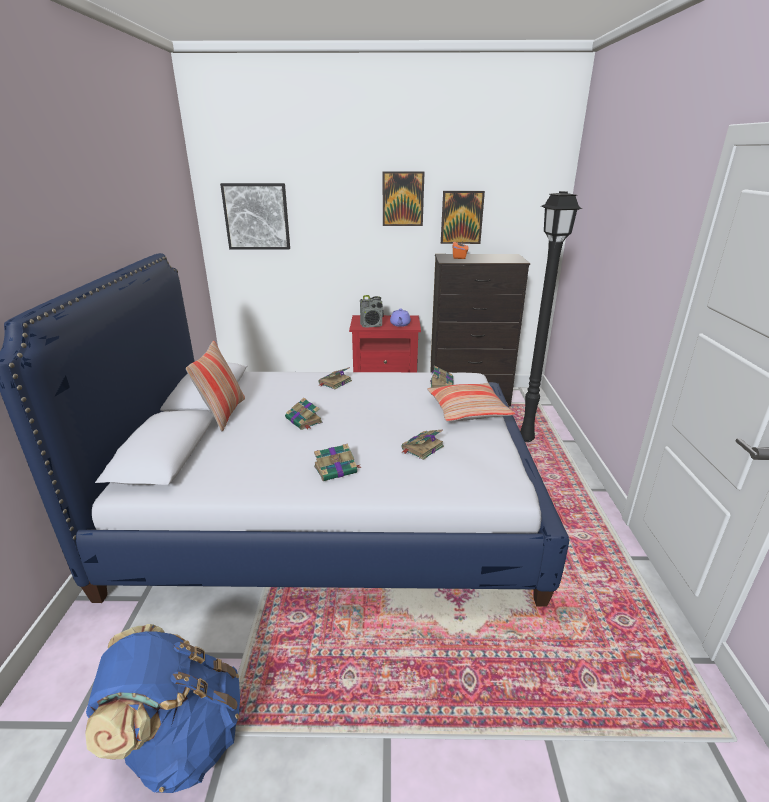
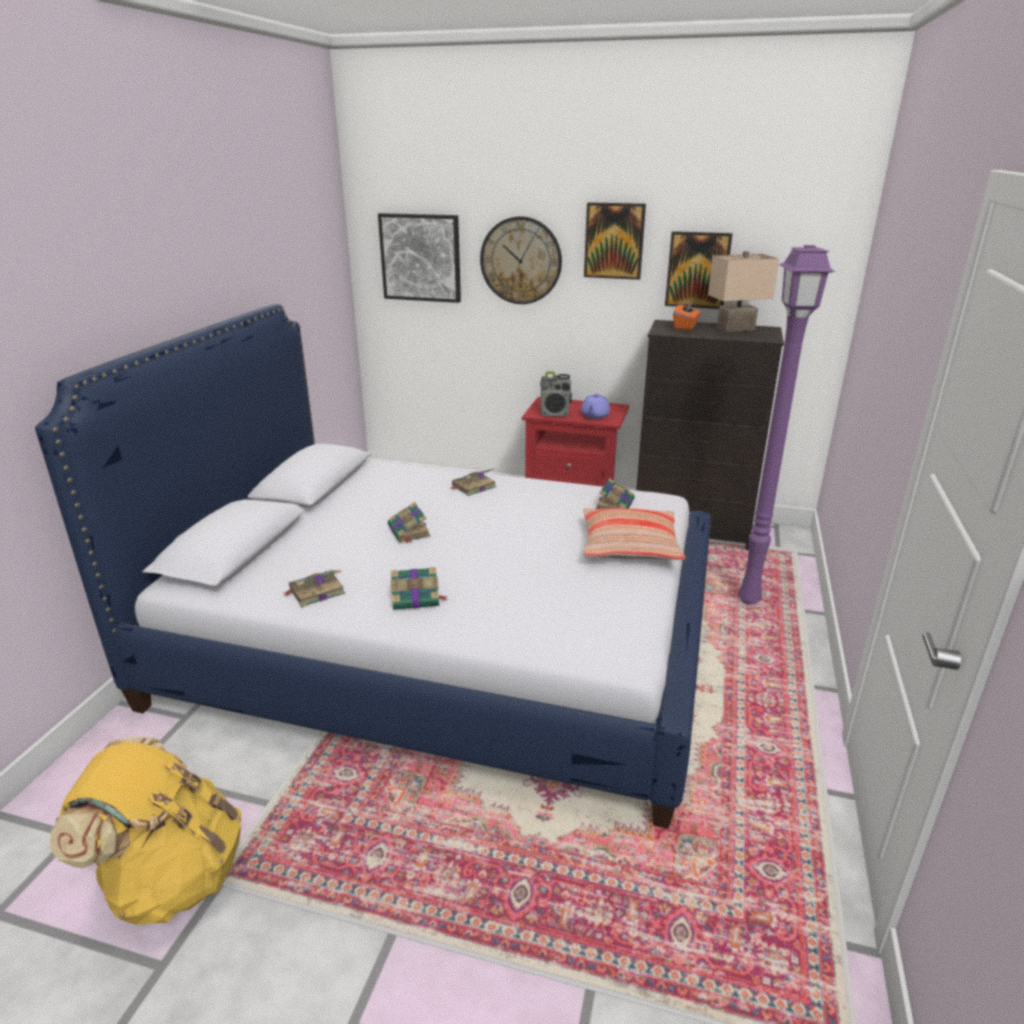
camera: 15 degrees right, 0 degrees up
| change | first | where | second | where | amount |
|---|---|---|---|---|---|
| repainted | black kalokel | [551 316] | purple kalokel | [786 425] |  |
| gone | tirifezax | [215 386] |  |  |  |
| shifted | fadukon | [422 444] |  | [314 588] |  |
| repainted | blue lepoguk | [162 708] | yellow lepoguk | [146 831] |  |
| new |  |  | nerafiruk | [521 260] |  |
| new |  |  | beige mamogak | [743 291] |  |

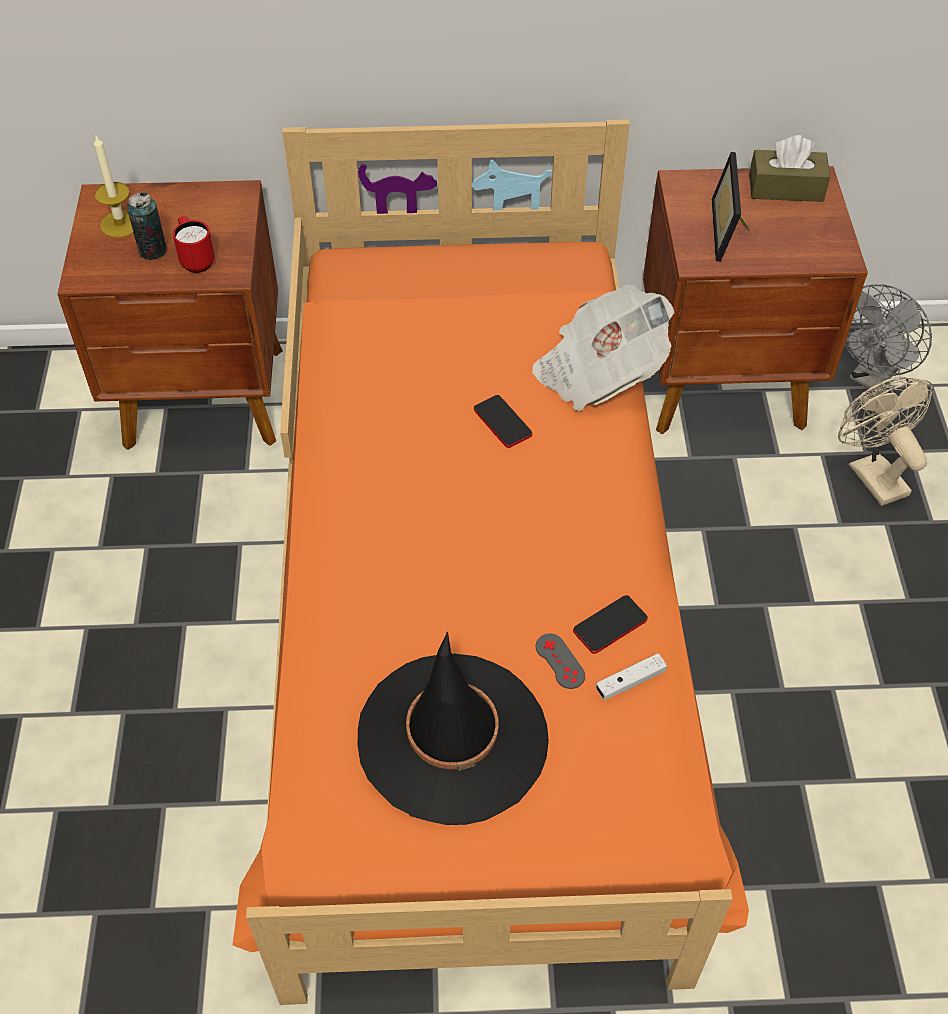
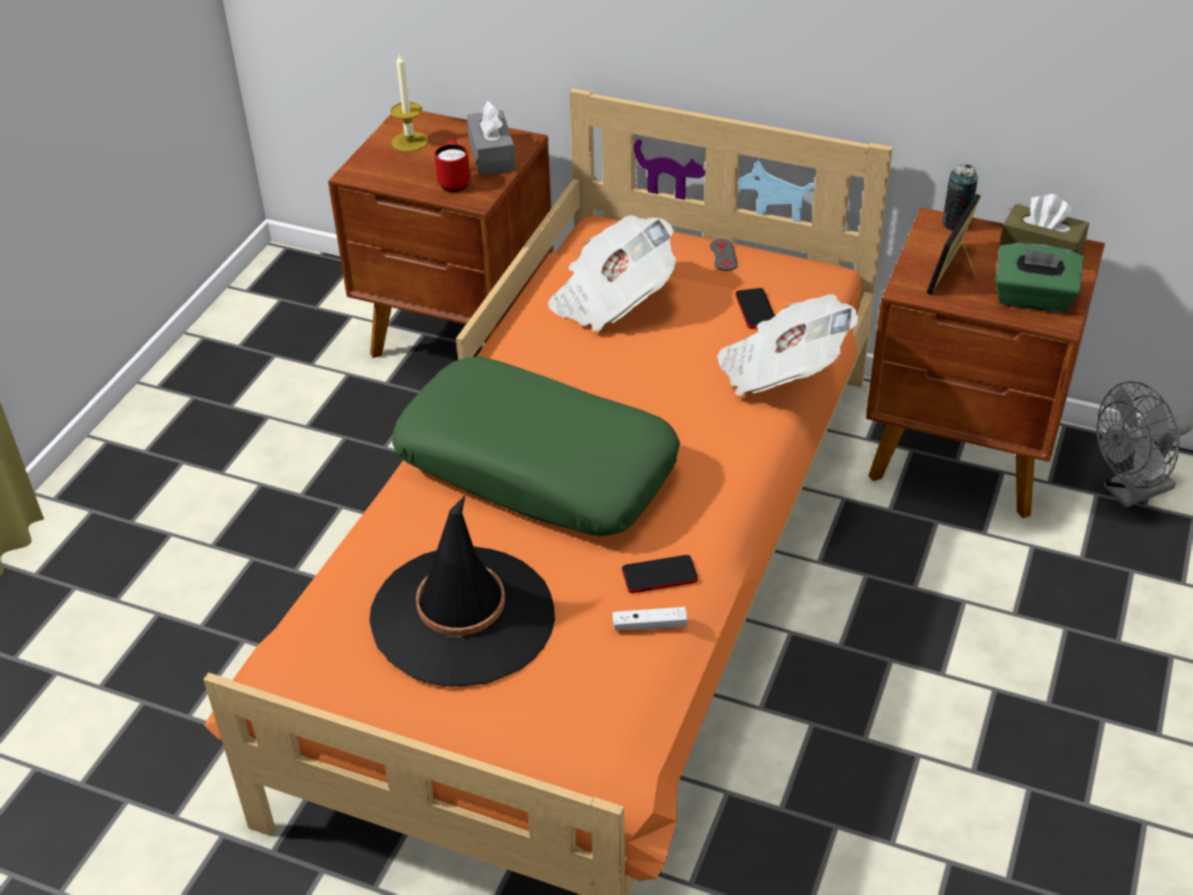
camera: 25 degrees right, 10 degrees down
| change | first | where | second | where | amount |
|---|---|---|---|---|---|
| shifted | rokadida | [147 226] |  | [960 197] |  |
| gone | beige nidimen | [885 441] |  |  |  |
| shifted | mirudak | [503 421] |  | [755 308] |  |
| shifted | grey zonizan | [560 661] |  | [724 255] |  |
| new |  |  | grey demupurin | [491 138] |  |
| new |  |  | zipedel | [612 273] |  |
| new |  |  | green demupurin | [1040 278] |  |
| new |  |  | green tirifezax | [536 446] |  |

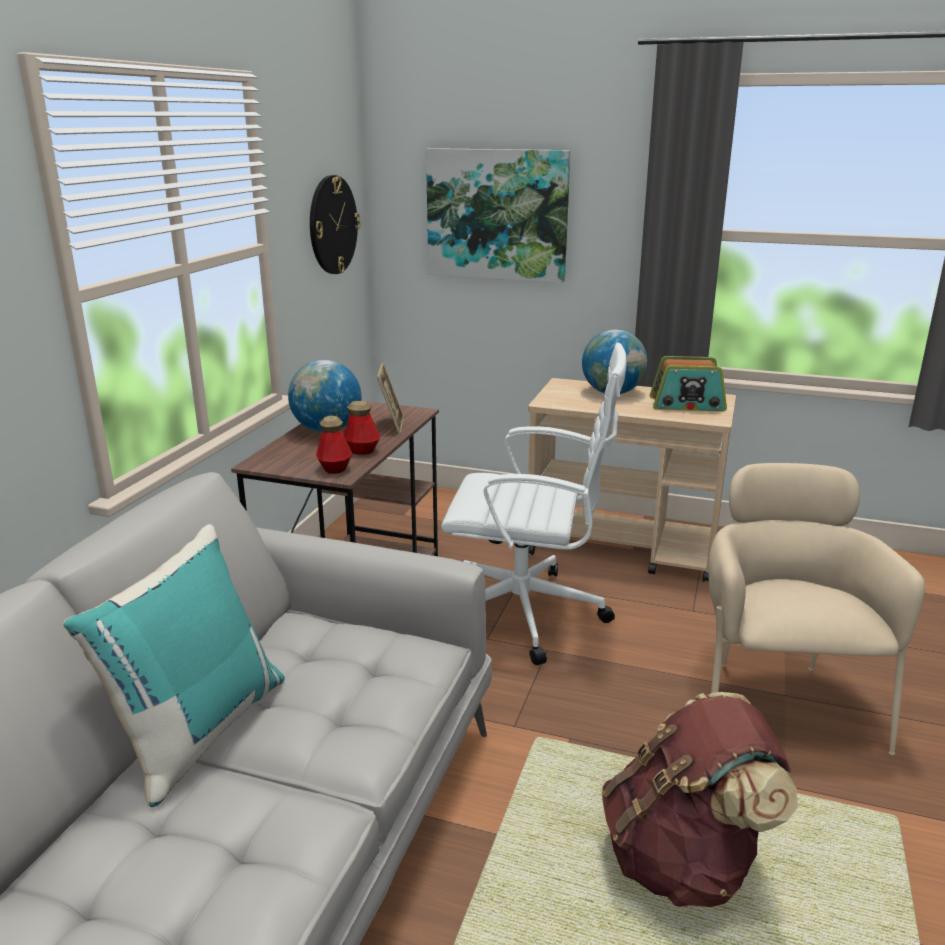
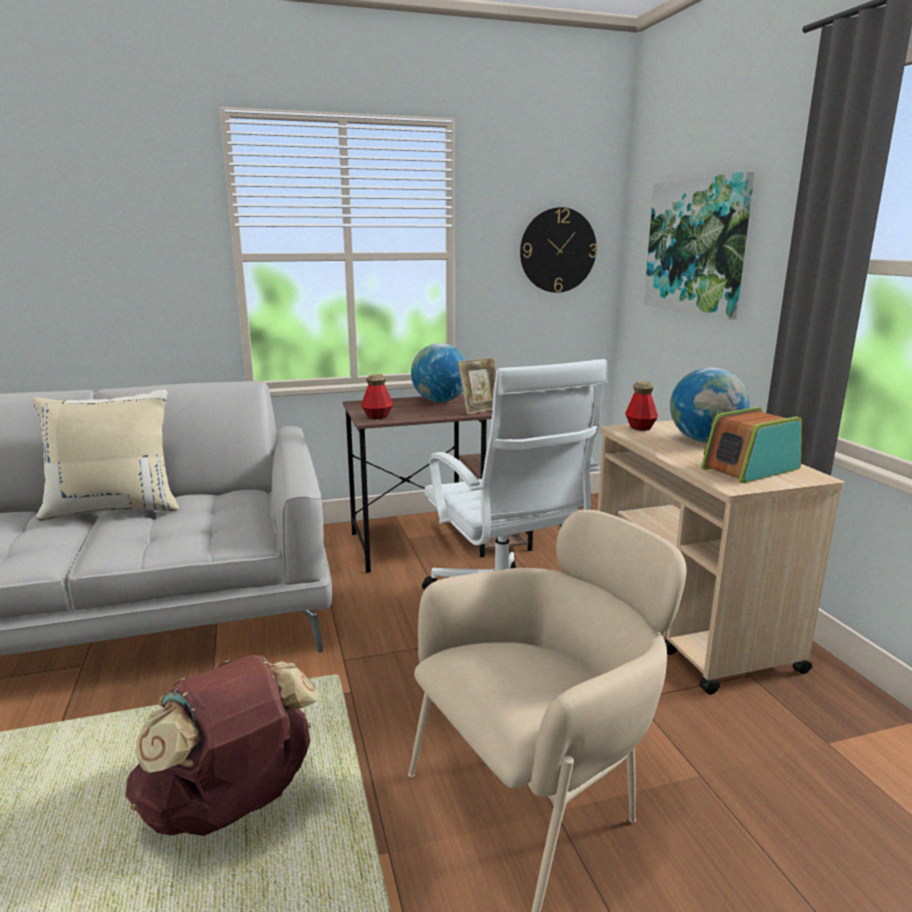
camera: 55 degrees right, 5 degrees down
| change | first | where | second | where | amount |
|---|---|---|---|---|---|
| rotated | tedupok | [688 384] |  | [751 445] | 90 degrees clockwise |
| shifted | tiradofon | [362 428] |  | [641 406] |  |
| repainted | turquoise tirifezax | [174 665] | beige tirifezax | [105 455] |  |

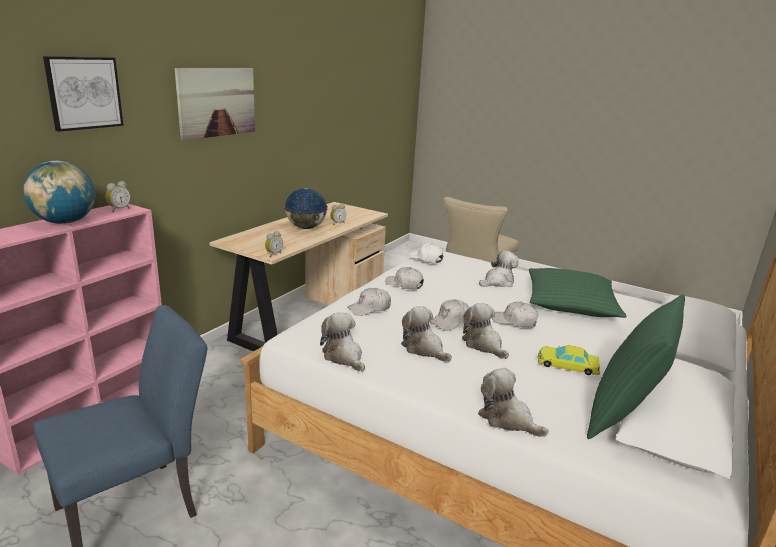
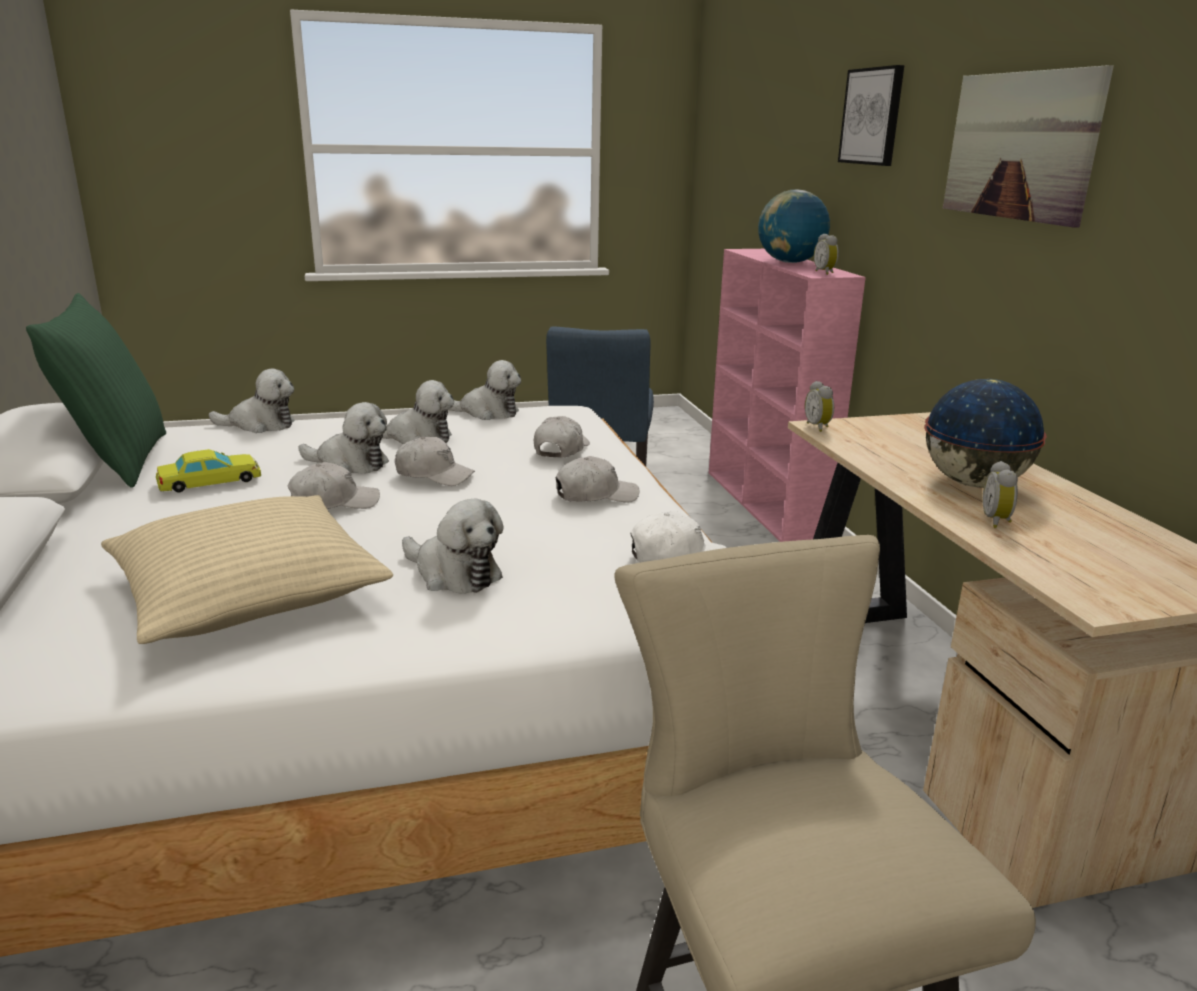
camera: 135 degrees right, 0 degrees up
| change | first | where | second | where | amount |
|---|---|---|---|---|---|
| rotated | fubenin | [499 268] |  | [453 546] | 60 degrees counterclockwise |
| repainted | green tirifezax | [578 293] | beige tirifezax | [247 569] |  |
| rotated | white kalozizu | [449 315] |  | [435 461] | 105 degrees clockwise |

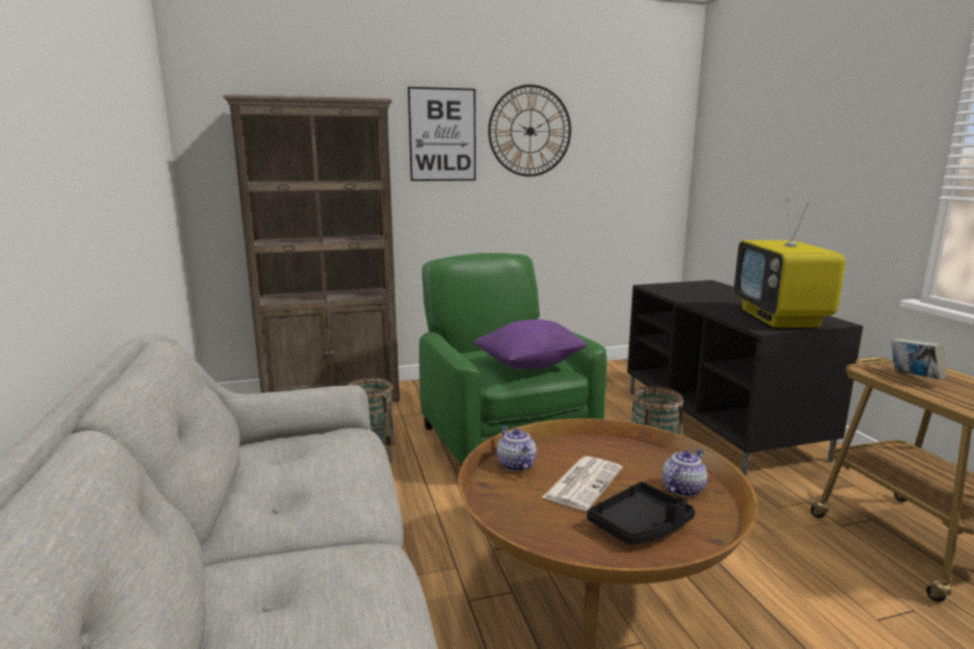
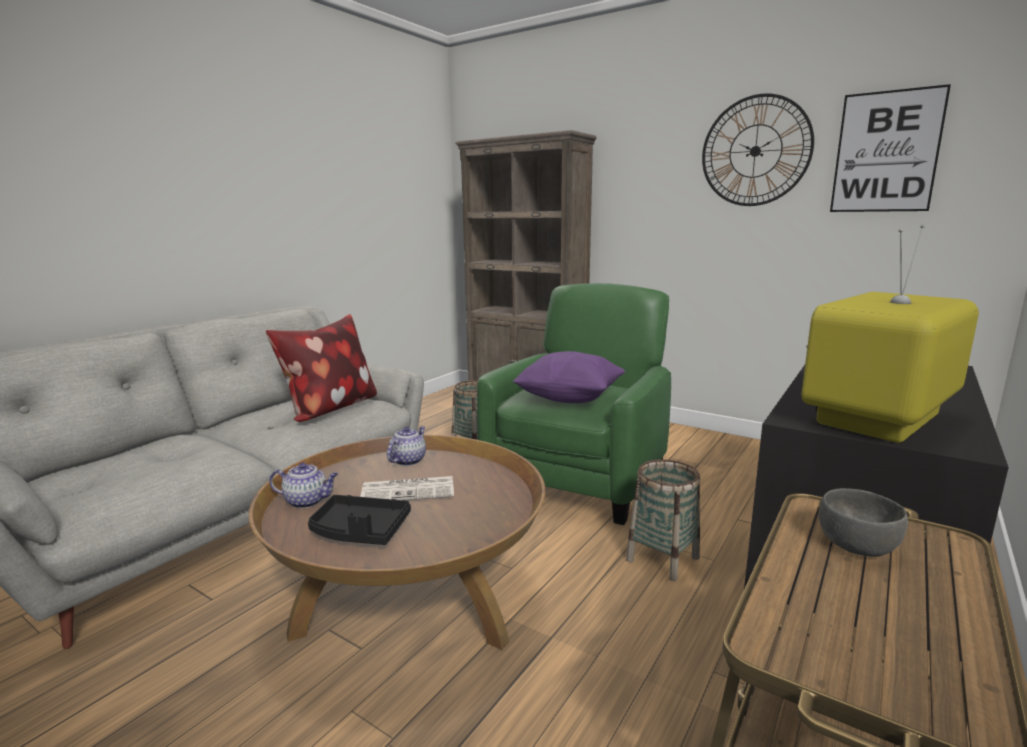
camera: 50 degrees right, 0 degrees up
| change | first | where | second | where | amount |
|---|---|---|---|---|---|
| shifted | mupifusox | [442 134] |  | [890 148] |  |
| swapped | fadukon | [919 359] | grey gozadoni | [863 522] |  |
| shifted | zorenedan | [684 473] |  | [303 485] |  |
| new |  |  | tirifezax | [321 368] |  |

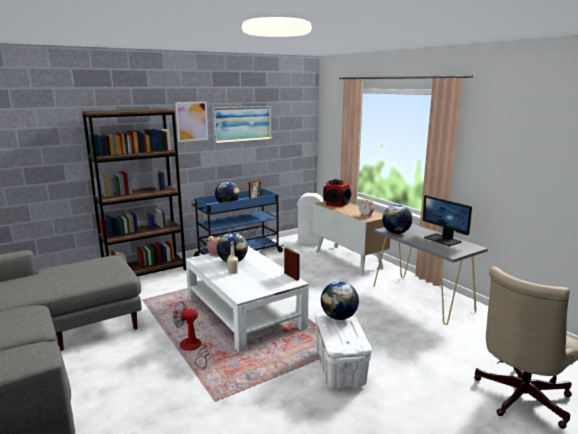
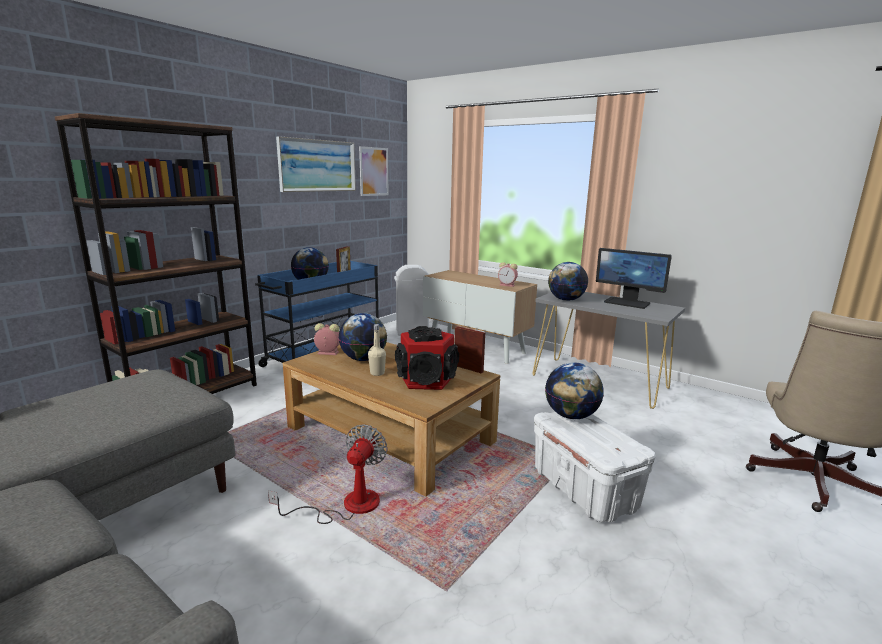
camera: 20 degrees left, 0 degrees up
| change | first | where | second | where | amount |
|---|---|---|---|---|---|
| shifted | mupifusox | [191 121] |  | [373 171] |  |
| shifted | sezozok | [337 193] |  | [427 358] |  |
| repainted | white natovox | [247 299] | brown natovox | [391 419] |  |
| rotated | nidimen | [192 334] |  | [328 474] | 120 degrees clockwise |

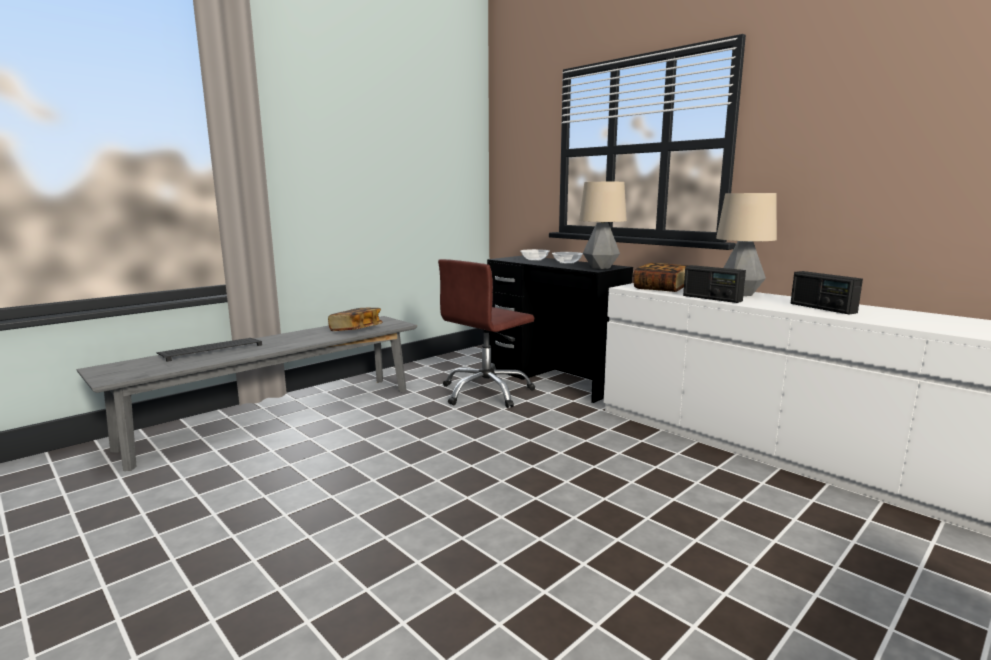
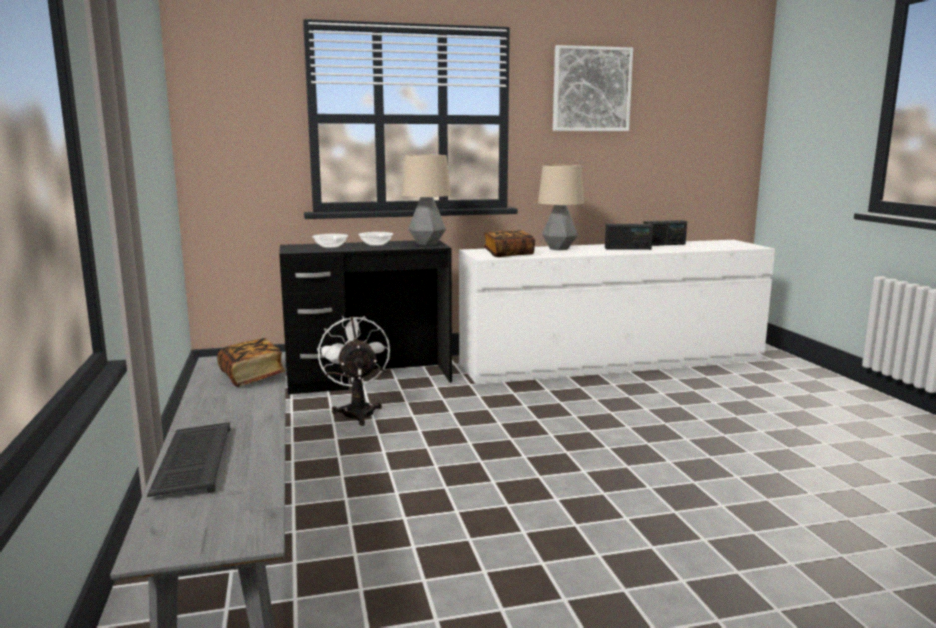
camera: 60 degrees left, 0 degrees up
| change | first | where | second | where | amount |
|---|---|---|---|---|---|
| swapped | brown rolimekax | [486 333] | white nidimen | [353 371] |  |
| shifted | tedupok | [714 284] |  | [665 233] |  |
| new |  |  | mupifusox | [593 88] |  |

